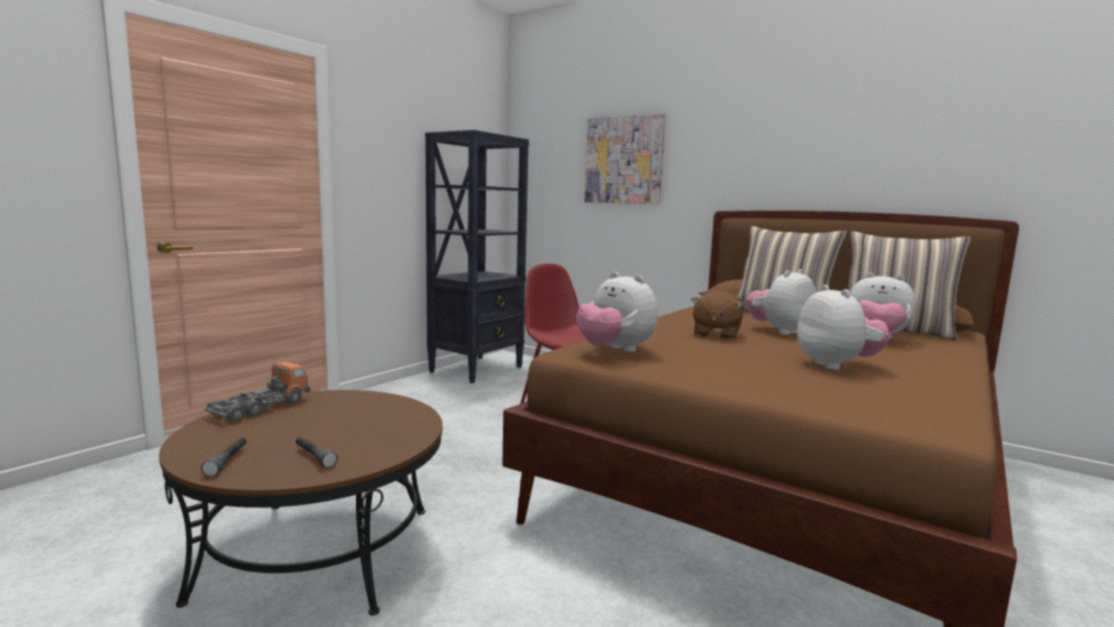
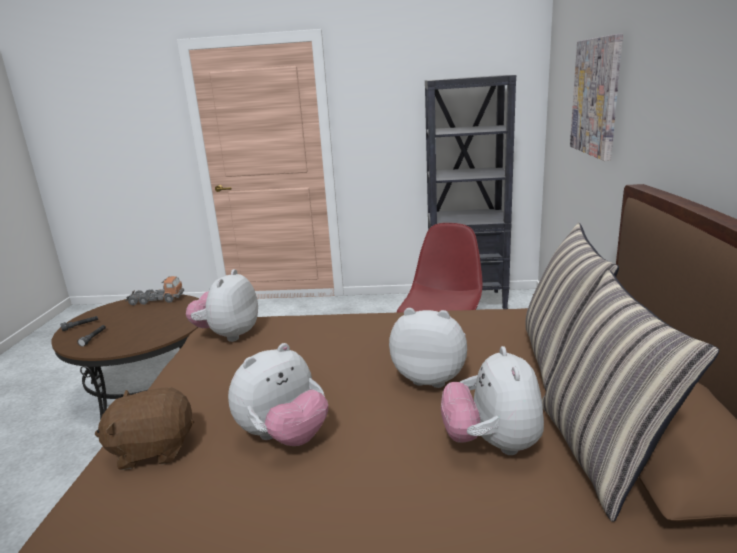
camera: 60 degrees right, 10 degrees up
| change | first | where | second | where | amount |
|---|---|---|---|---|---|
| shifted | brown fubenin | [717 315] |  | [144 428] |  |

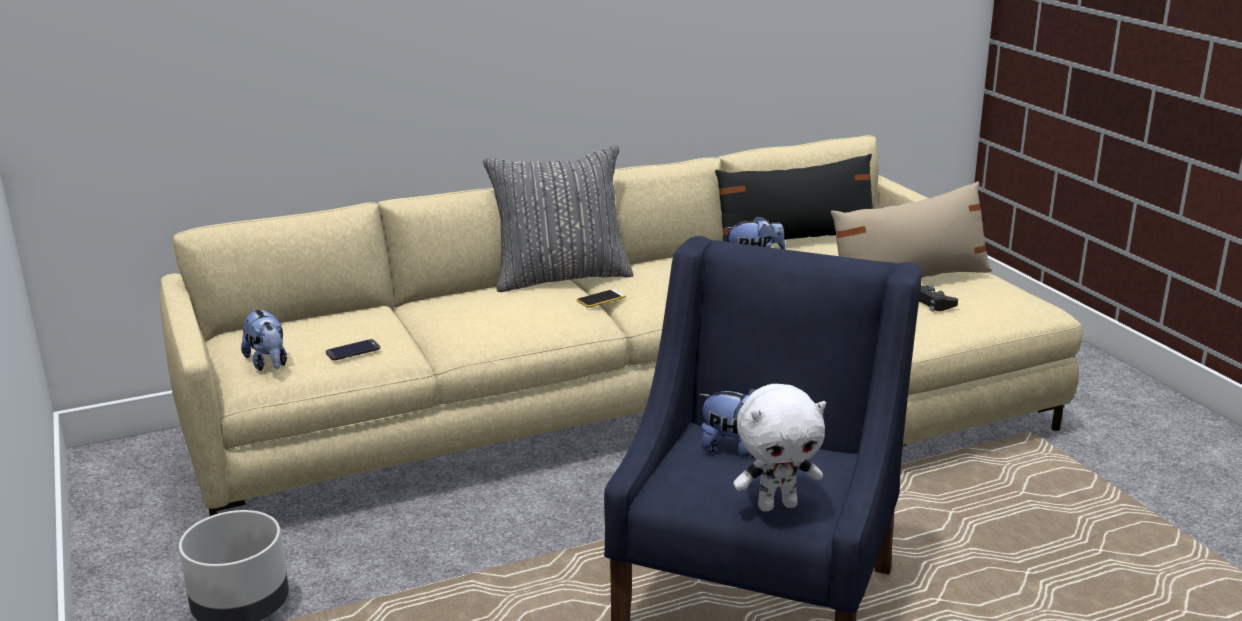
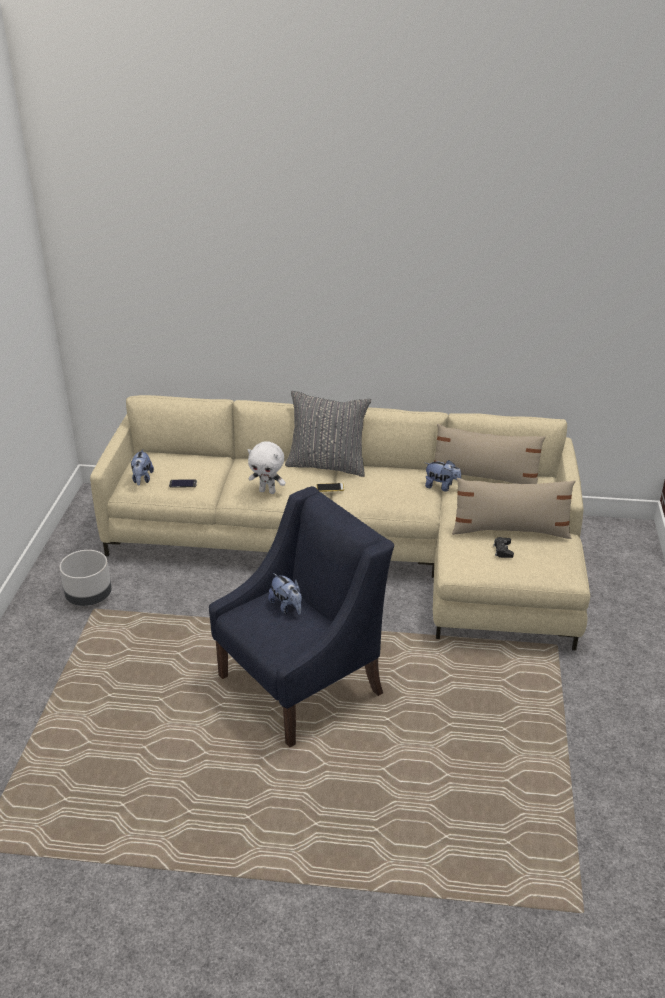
camera: 30 degrees right, 10 degrees up
| change | first | where | second | where | amount |
|---|---|---|---|---|---|
| repainted | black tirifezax | [794 198] | beige tirifezax | [490 454] |  |
| shifted | white fubenin | [779 448] |  | [267 467] |  |

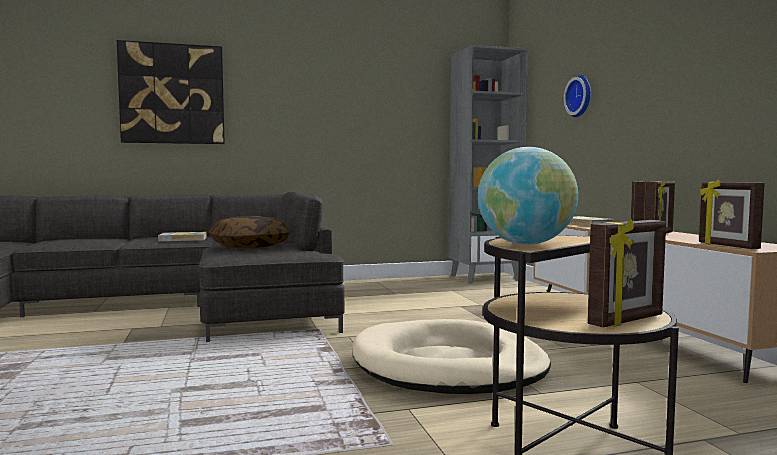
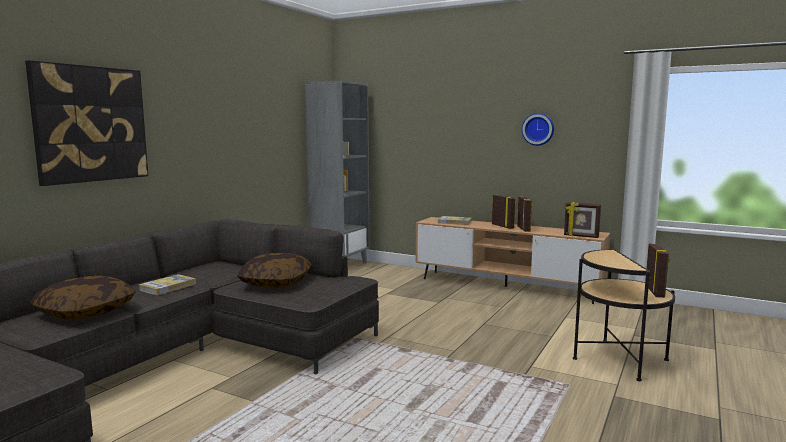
camera: 45 degrees left, 5 degrees up
| change | first | where | second | where | amount |
|---|---|---|---|---|---|
| shifted | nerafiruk | [577 96] |  | [538 129] |  |
| gone | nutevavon | [528 196] |  |  |  |
| gone | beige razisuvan | [451 356] |  |  |  |
| new |  |  | tirifezax | [83 298] |  |

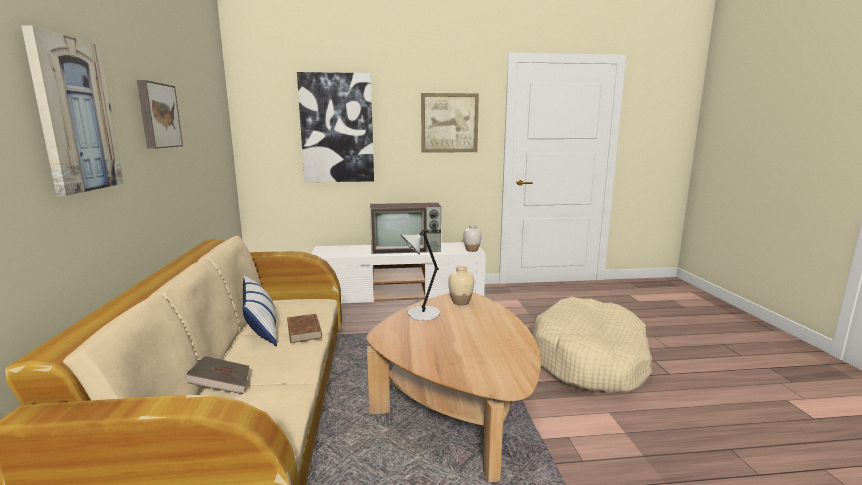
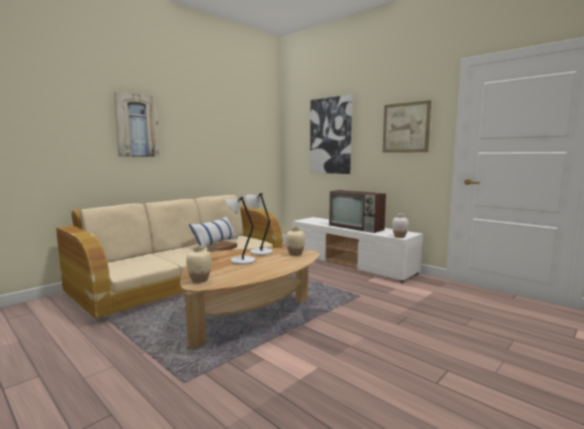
camera: 50 degrees right, 5 degrees down
| change | first | where | second | where | amount |
|---|---|---|---|---|---|
| gone | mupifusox | [160 114] |  |  |  |
| gone | beige razisuvan | [592 345] |  |  |  |
| gone | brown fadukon | [217 375] |  |  |  |
| new |  |  | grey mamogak | [240 230] |  |
| new |  |  | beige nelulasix | [198 264] |  |

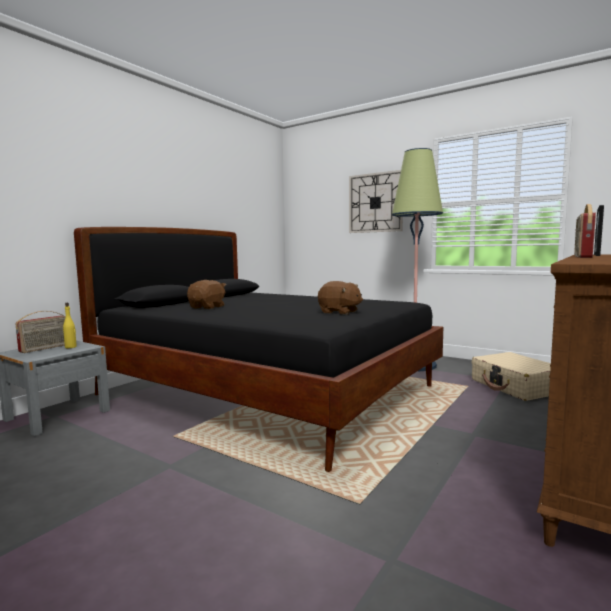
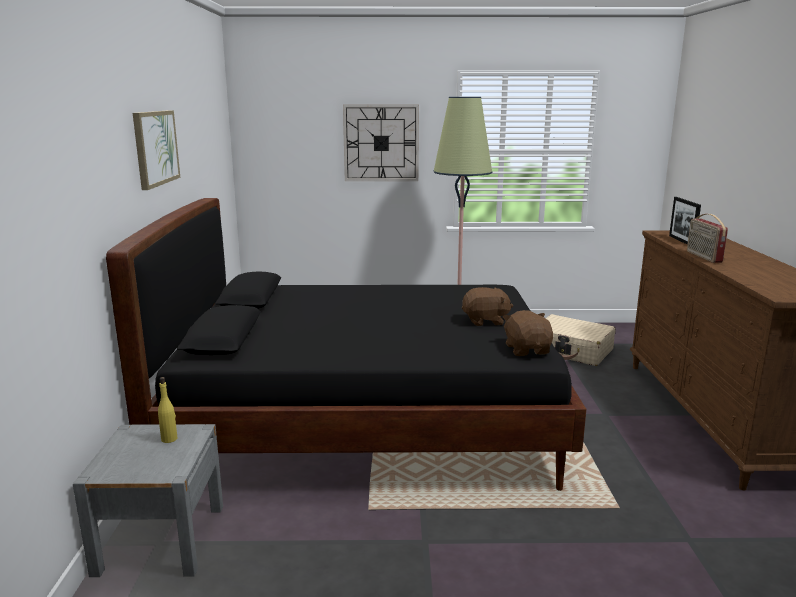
camera: 35 degrees left, 10 degrees up
| change | first | where | second | where | amount |
|---|---|---|---|---|---|
| shifted | brown fubenin | [206 294] |  | [528 333] |  |
| gone | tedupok | [40 332] |  |  |  |
| new |  |  | mupifusox | [156 150] |  |

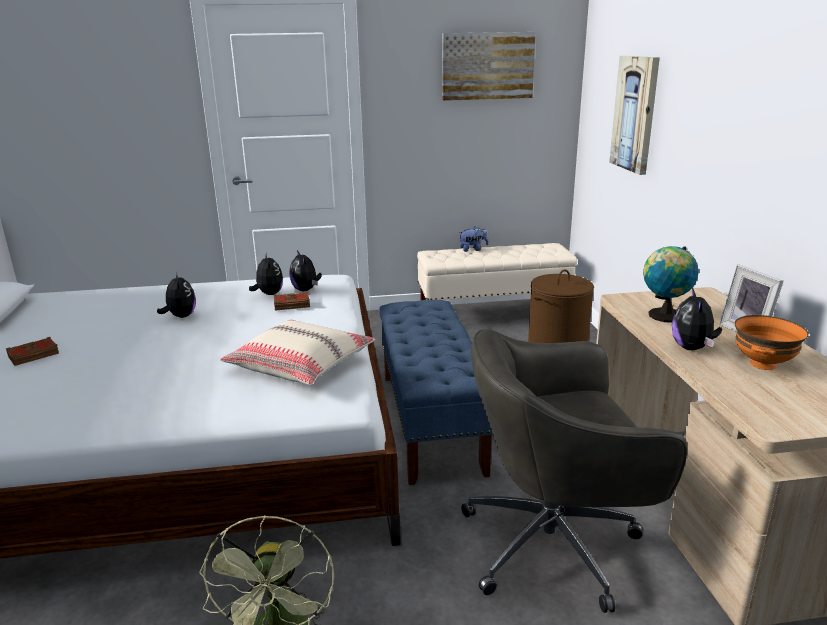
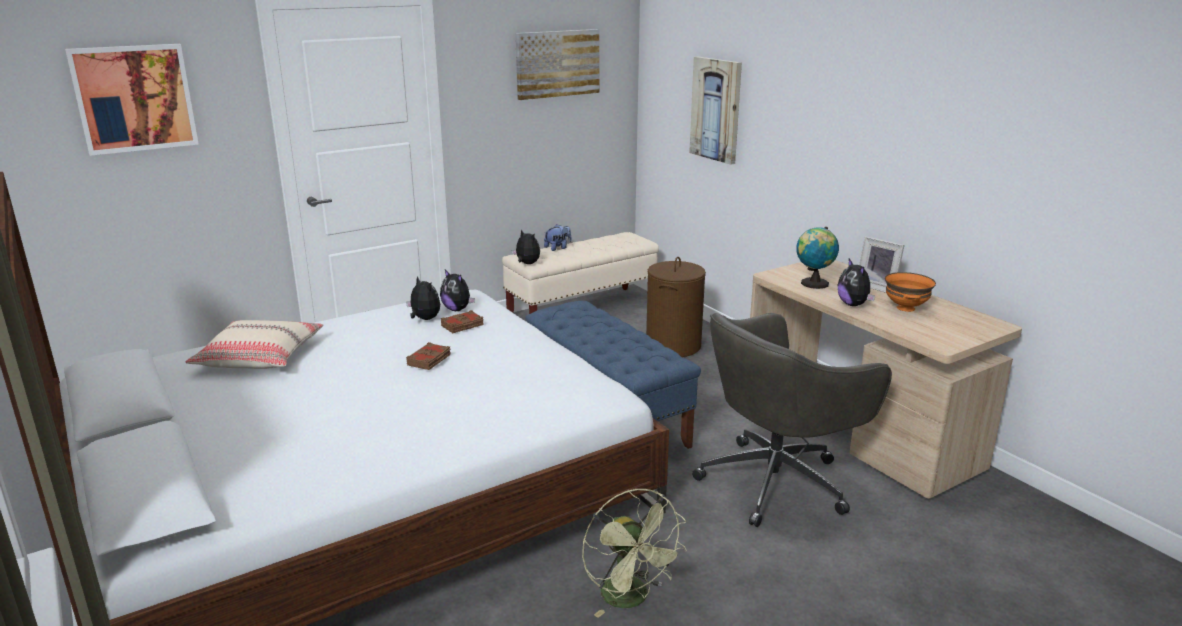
camera: 25 degrees left, 0 degrees up
| change | first | where | second | where | amount |
|---|---|---|---|---|---|
| shifted | fubenin | [176 295] |  | [526 246] |  |
| shifted | beige tirifezax | [297 352] |  | [254 344] |  |
| shifted | brown fadukon | [32 351] |  | [429 356] |  |
| new |  |  | mupifusox | [132 100] |  |

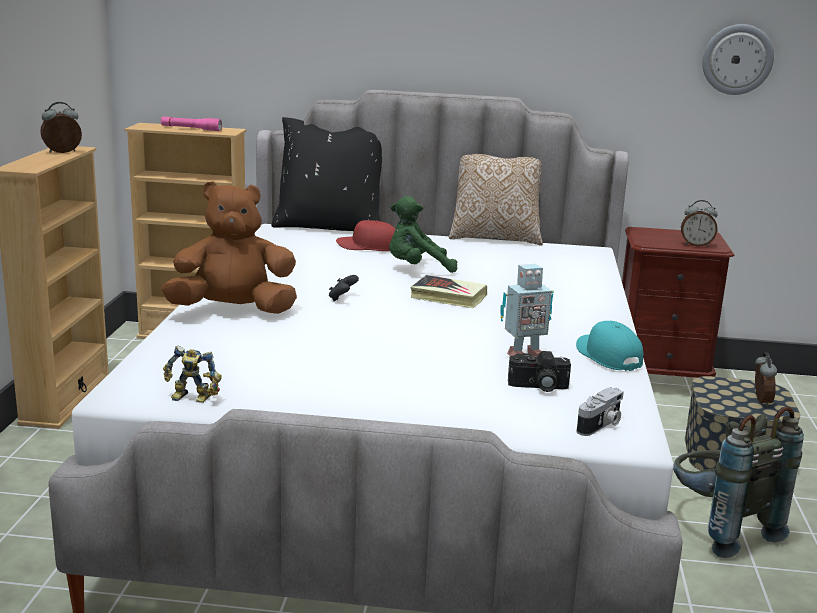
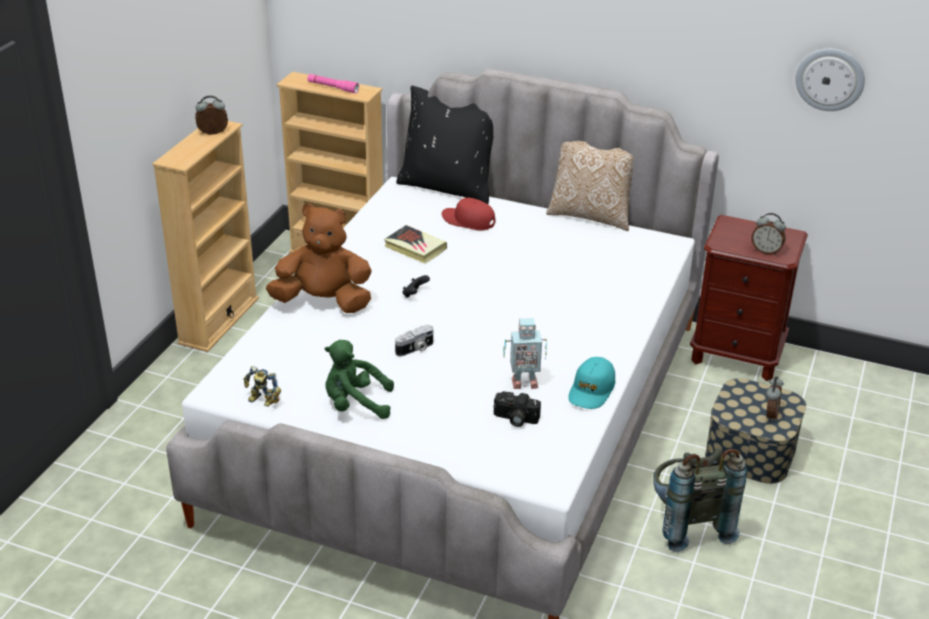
camera: 15 degrees right, 15 degrees up
| change | first | where | second | where | amount |
|---|---|---|---|---|---|
| shifted | green fubenin | [423 234] |  | [359 379] |  |
| shifted | fadukon | [448 291] |  | [415 244] |  |
| rotated | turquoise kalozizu | [609 346] |  | [591 383] | 150 degrees counterclockwise |
| shifted | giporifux | [600 411] |  | [414 340] |  |

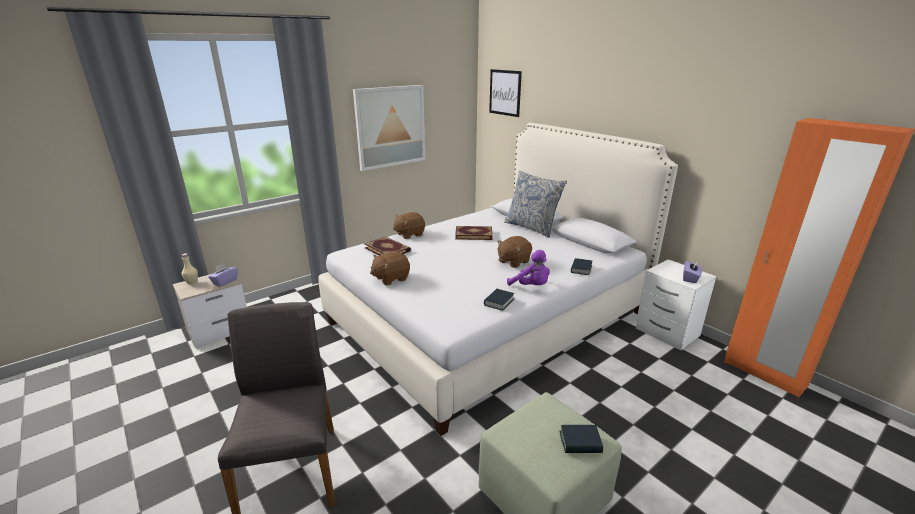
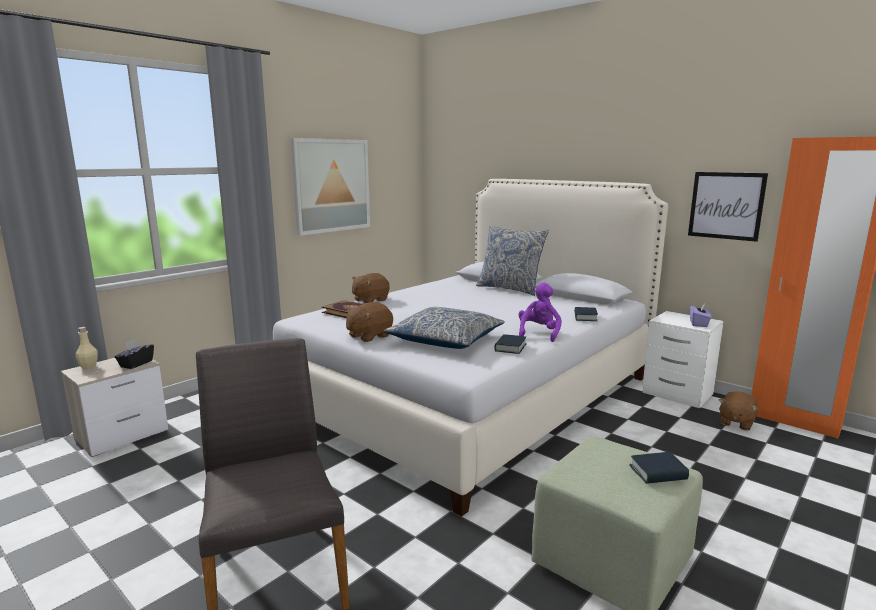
camera: 10 degrees left, 10 degrees down
| change | first | where | second | where | amount |
|---|---|---|---|---|---|
| shifted | mupifusox | [505 93] |  | [728 207] |  |
| gone | fadukon | [474 233] |  |  |  |
| shifted | brown fubenin | [514 252] |  | [738 411] |  |
| rotated | purple fubenin | [528 268] |  | [540 312] | 105 degrees counterclockwise |
| repainted | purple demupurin | [223 275] | black demupurin | [134 354] |  |
| new |  |  | tirifezax | [444 328] |  |

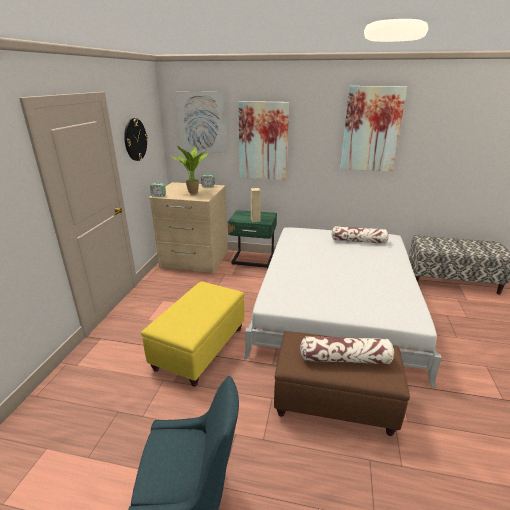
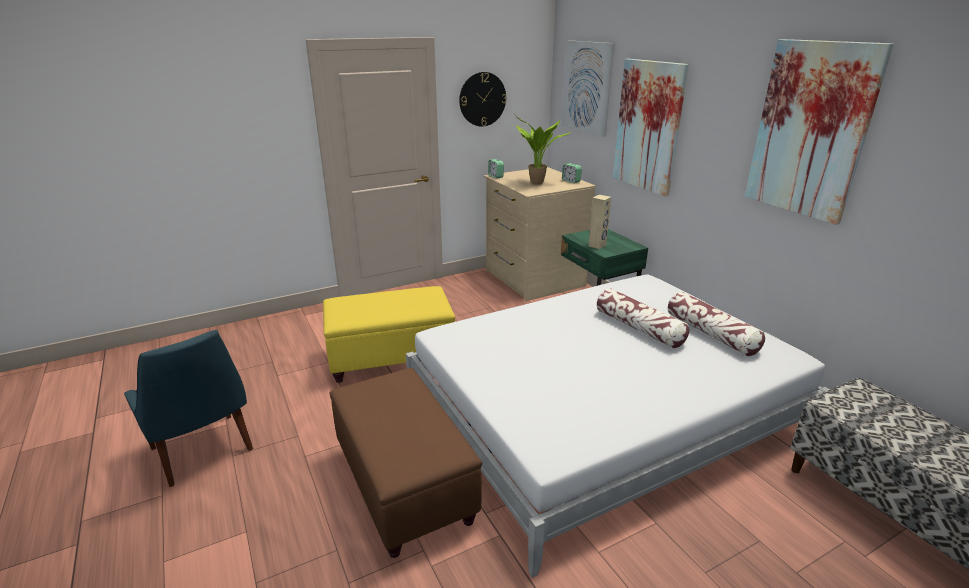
camera: 50 degrees right, 0 degrees up
| change | first | where | second | where | amount |
|---|---|---|---|---|---|
| shifted | tirifezax | [347 350] |  | [643 318] |  |

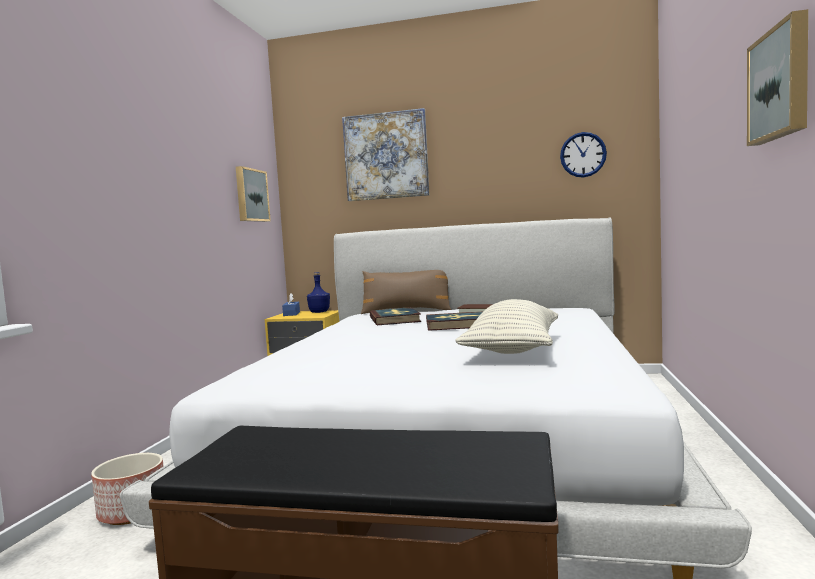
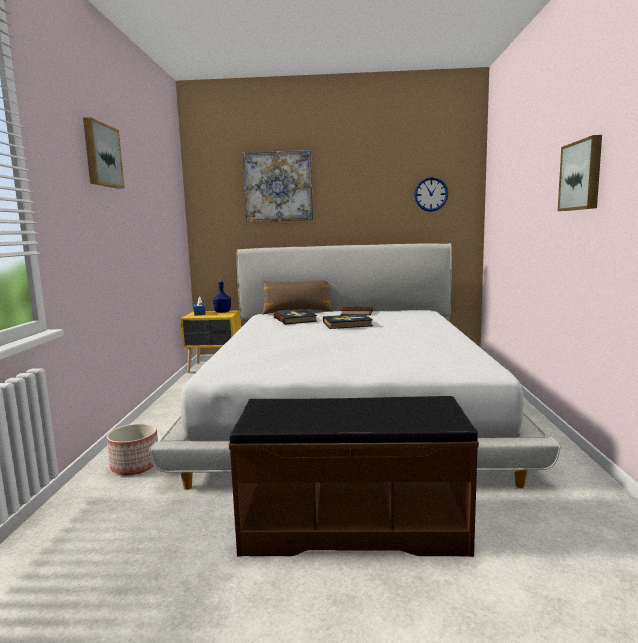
camera: 10 degrees left, 5 degrees up
| change | first | where | second | where | amount |
|---|---|---|---|---|---|
| shifted | mupifusox | [253 194] |  | [103 153] |  |
| gone | tirifezax | [506 326] |  |  |  |

